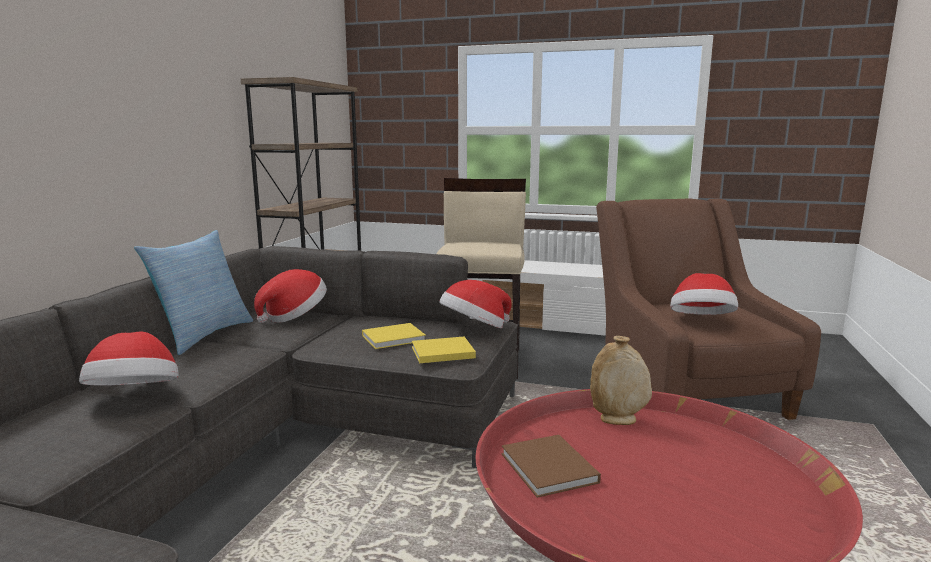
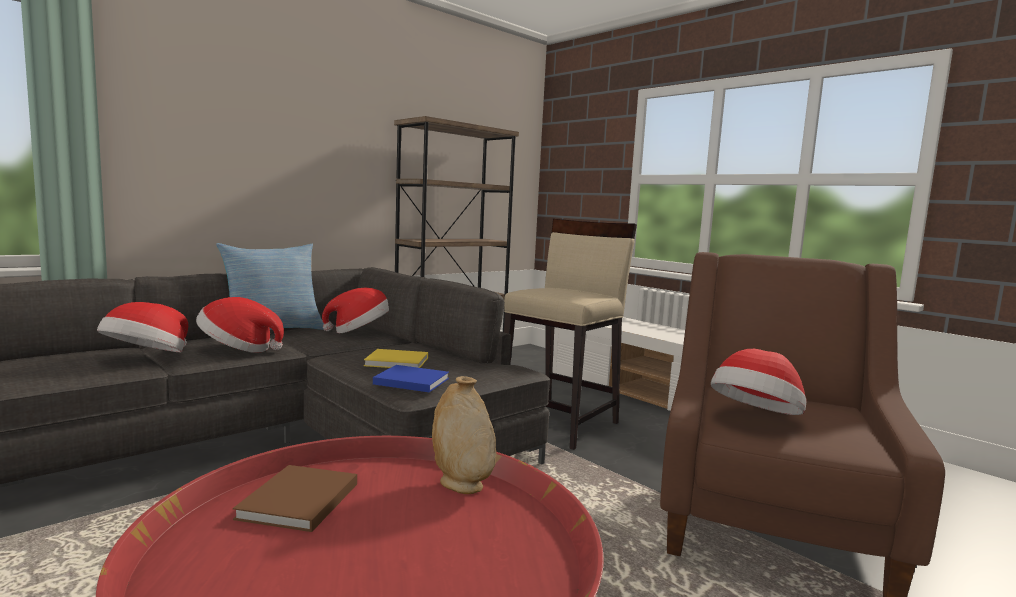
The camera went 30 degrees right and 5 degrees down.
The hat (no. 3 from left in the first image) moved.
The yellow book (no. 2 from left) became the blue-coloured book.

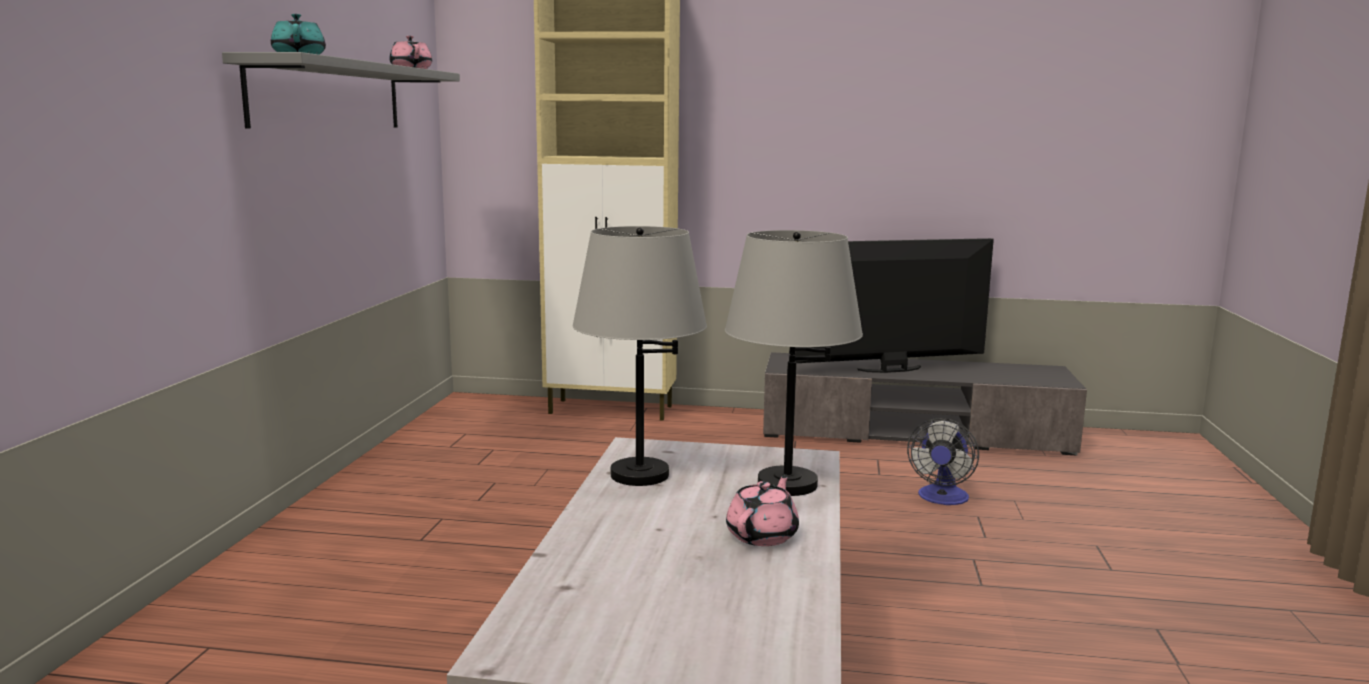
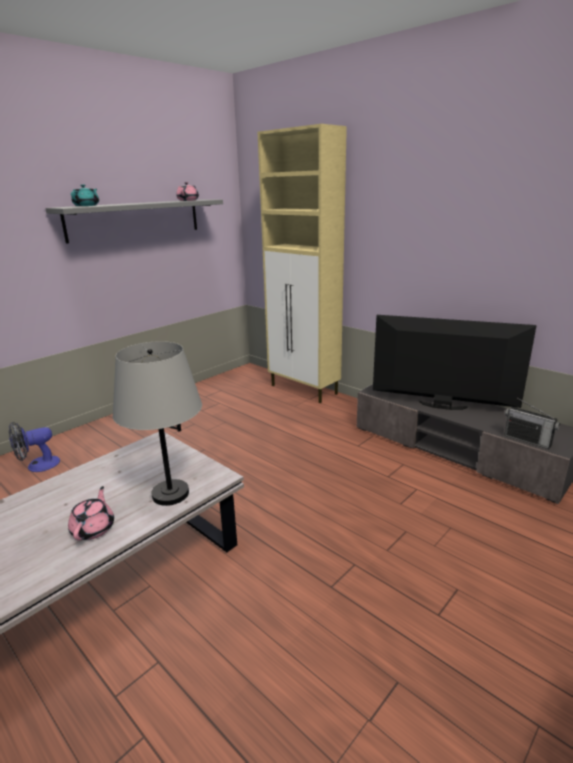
The camera went 35 degrees right and 10 degrees up.
The gray tabletop lamp (no. 1 from left) disappeared.
The electric fan moved.
The pinkish pot for tea (no. 2 from left in the first image) turned 60 degrees counterclockwise.
The radio appeared.

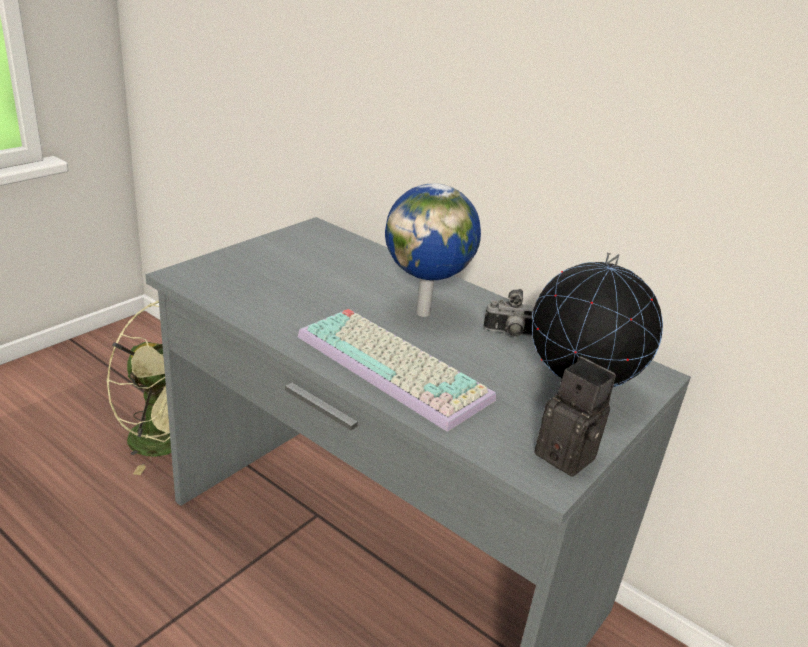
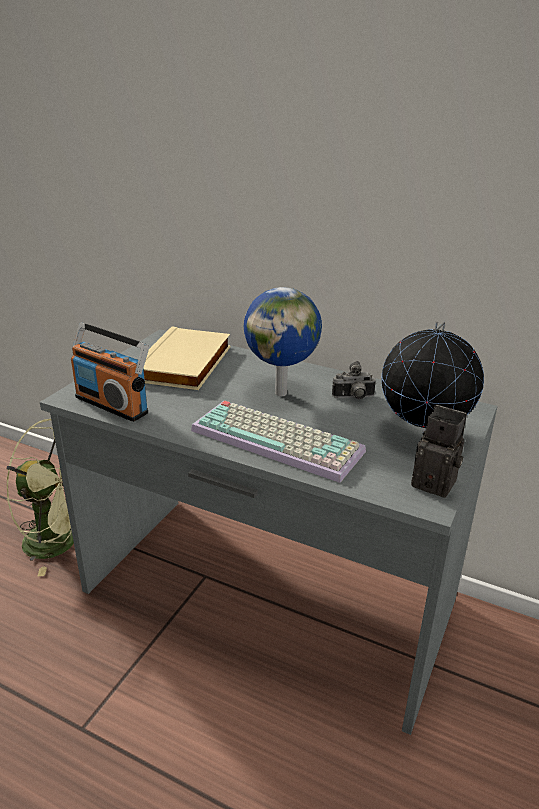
The camera went 10 degrees left and 0 degrees up.
The radio appeared.
The sand-coloured book appeared.

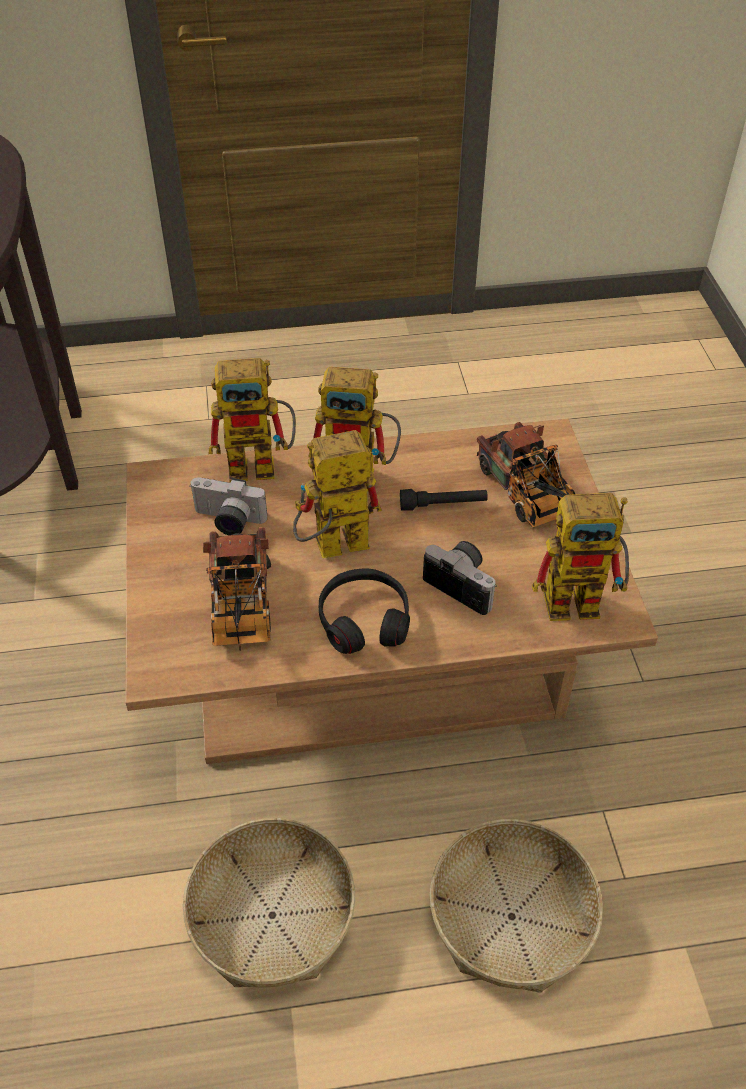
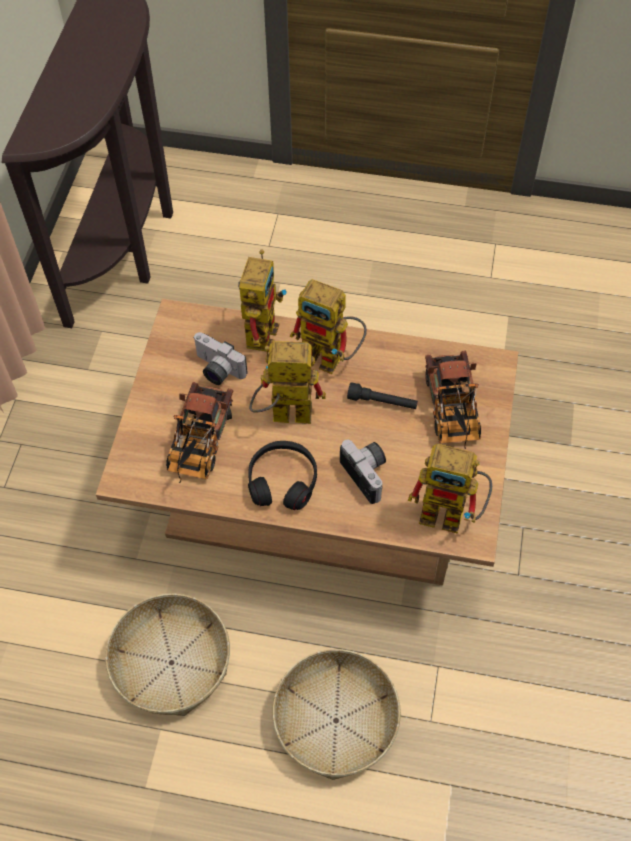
The camera went 20 degrees right and 10 degrees up.
The model robot (no. 1 from left) turned 90 degrees counterclockwise.

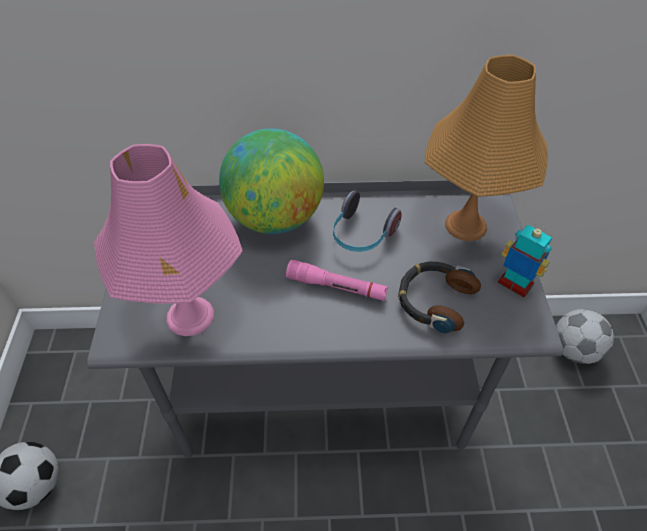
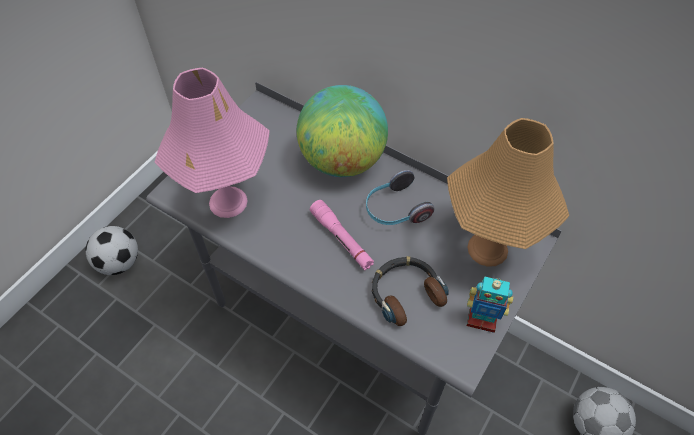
The camera went 35 degrees right and 5 degrees up.
The model robot turned 120 degrees clockwise.

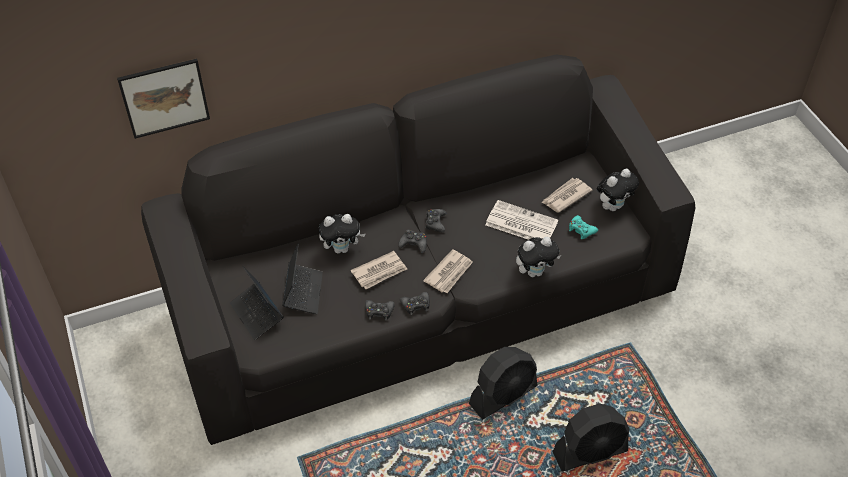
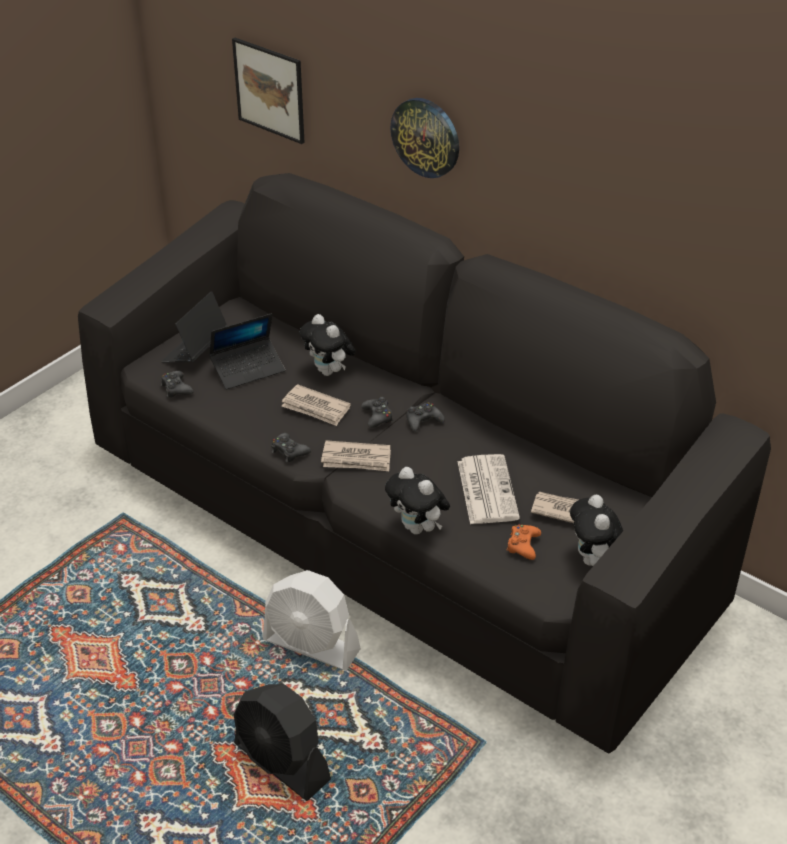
The camera went 60 degrees right and 10 degrees down.
The soft toy (no. 3 from left) turned 60 degrees clockwise.
The turquoise-coloured gamepad became the orange gamepad.
The blackish gamepad (no. 1 from left) moved.
The blackish electric fan (no. 1 from left) became the whitish electric fan.
The wall clock appeared.

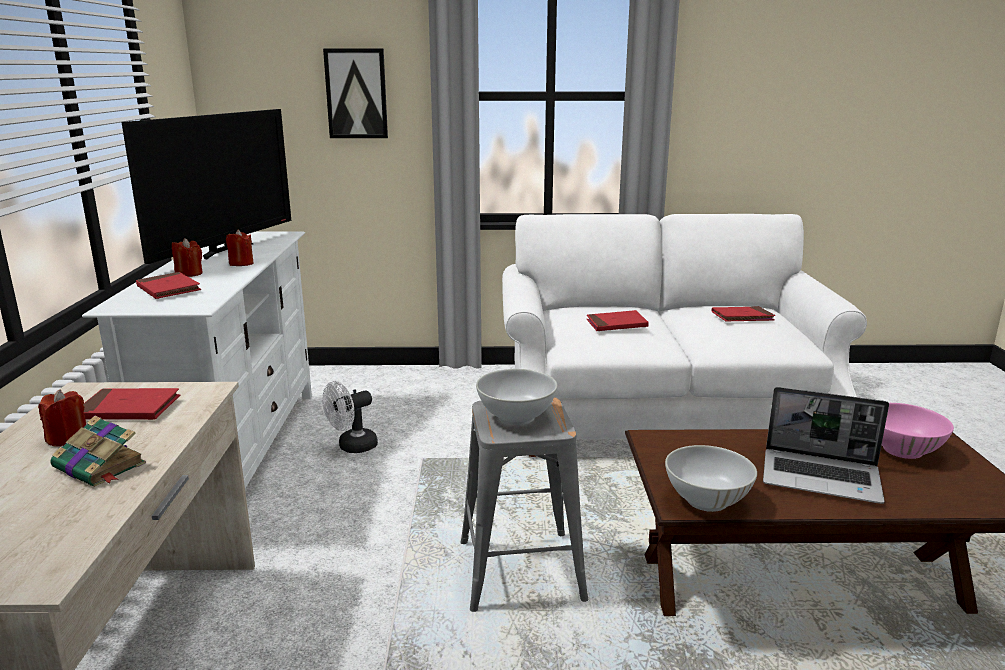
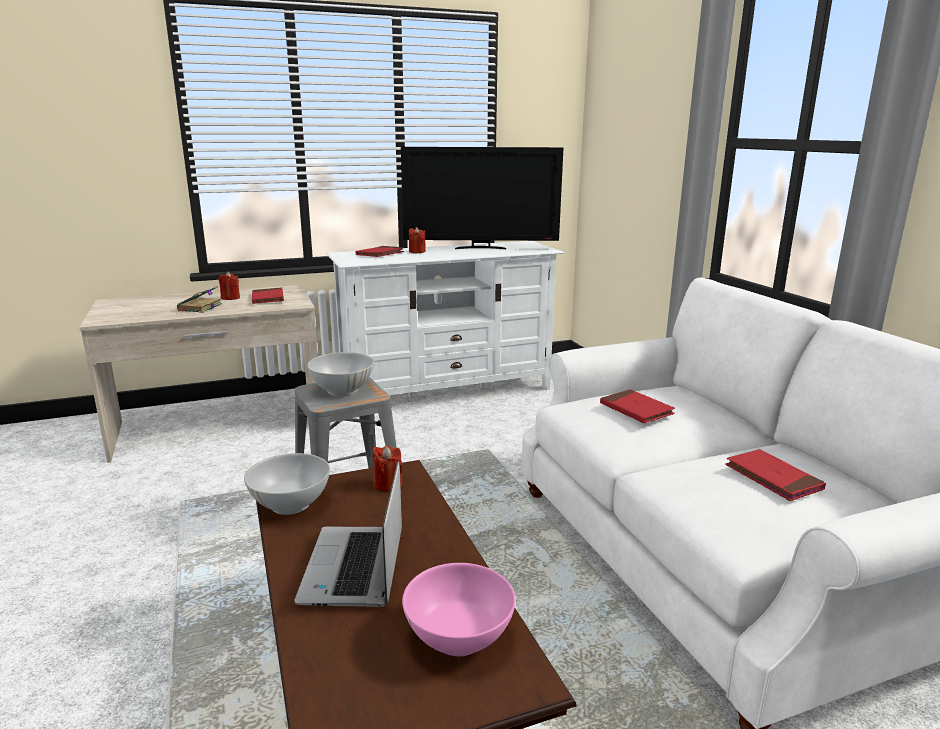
The camera went 70 degrees right and 0 degrees up.
The wall picture disappeared.
The red-coloured candle (no. 3 from left in the first image) moved.
The whitish electric fan disappeared.

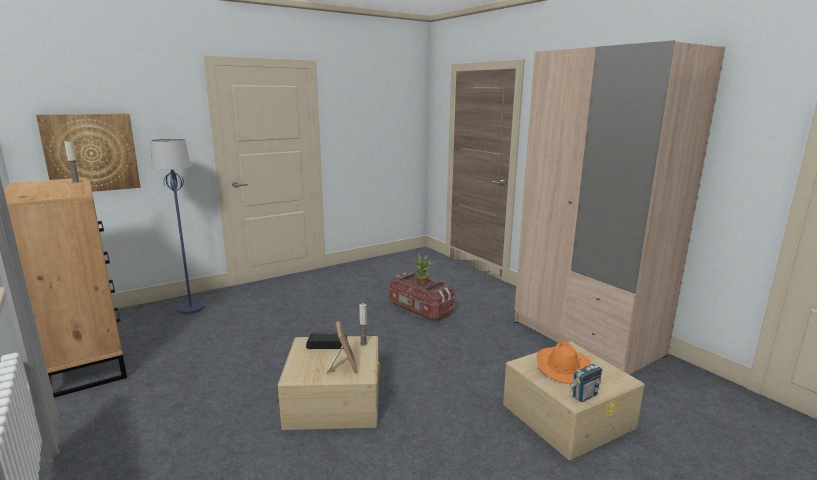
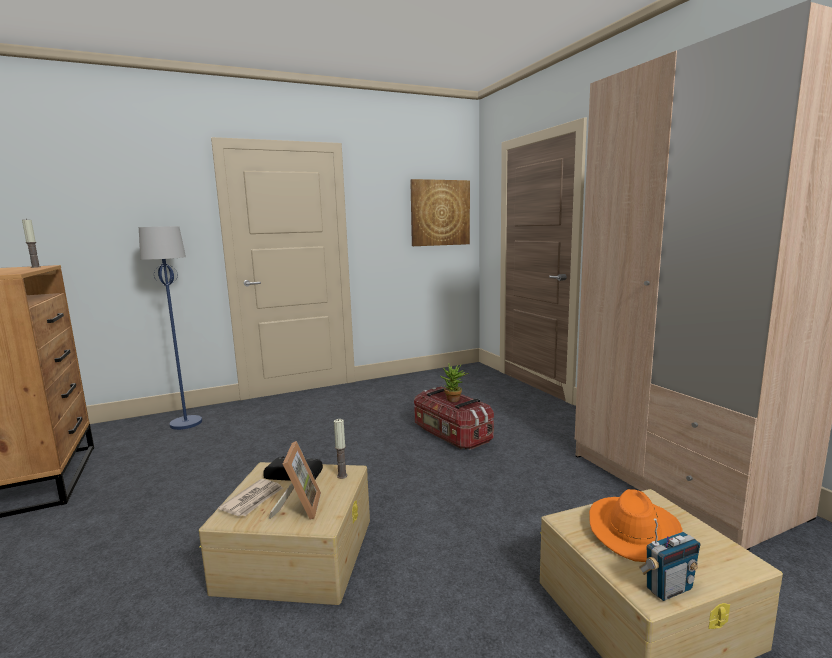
The camera went 10 degrees right and 5 degrees down.
The wall picture moved.
The daily paper appeared.

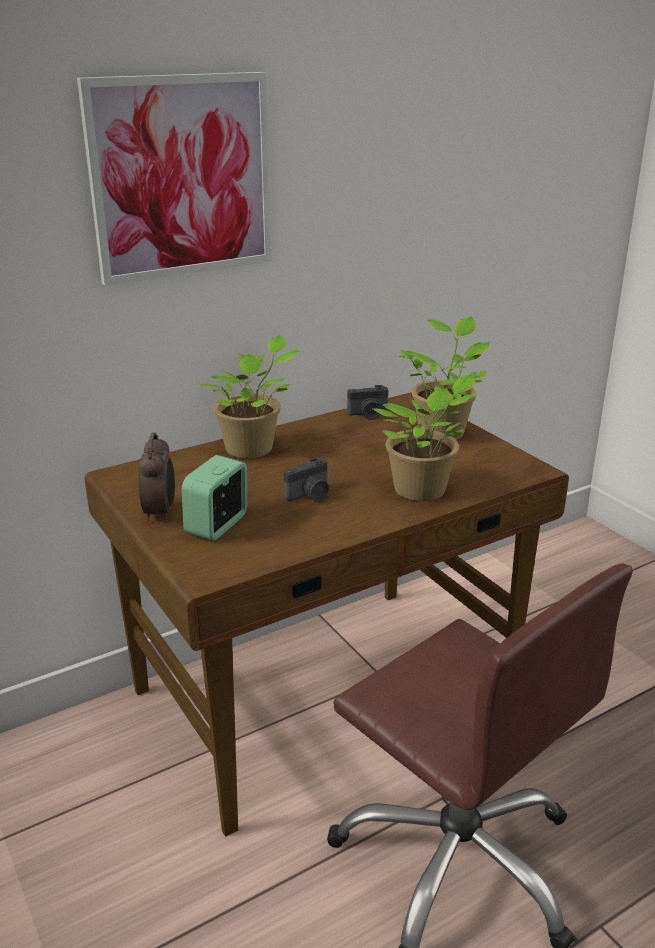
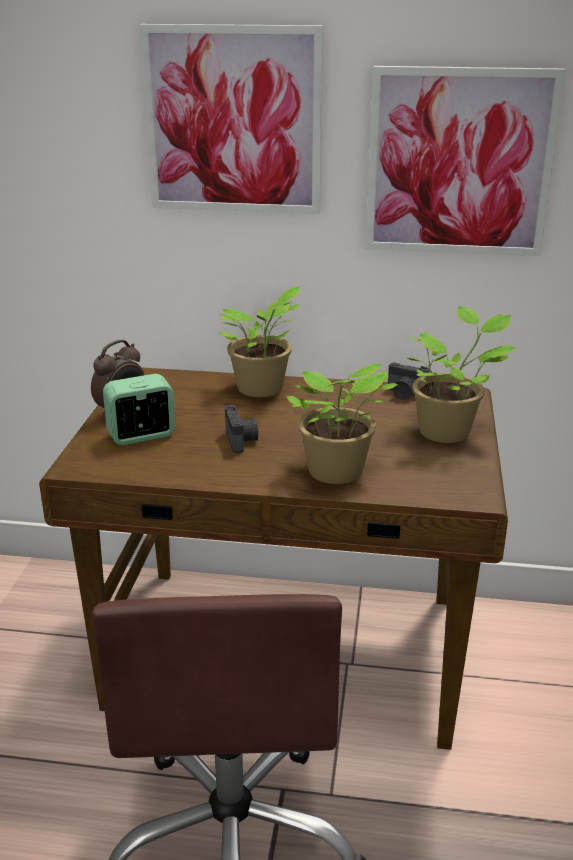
The camera went 40 degrees right and 0 degrees up.
The photo camera (no. 1 from left) turned 105 degrees counterclockwise.
The wall picture (no. 2 from left) appeared.

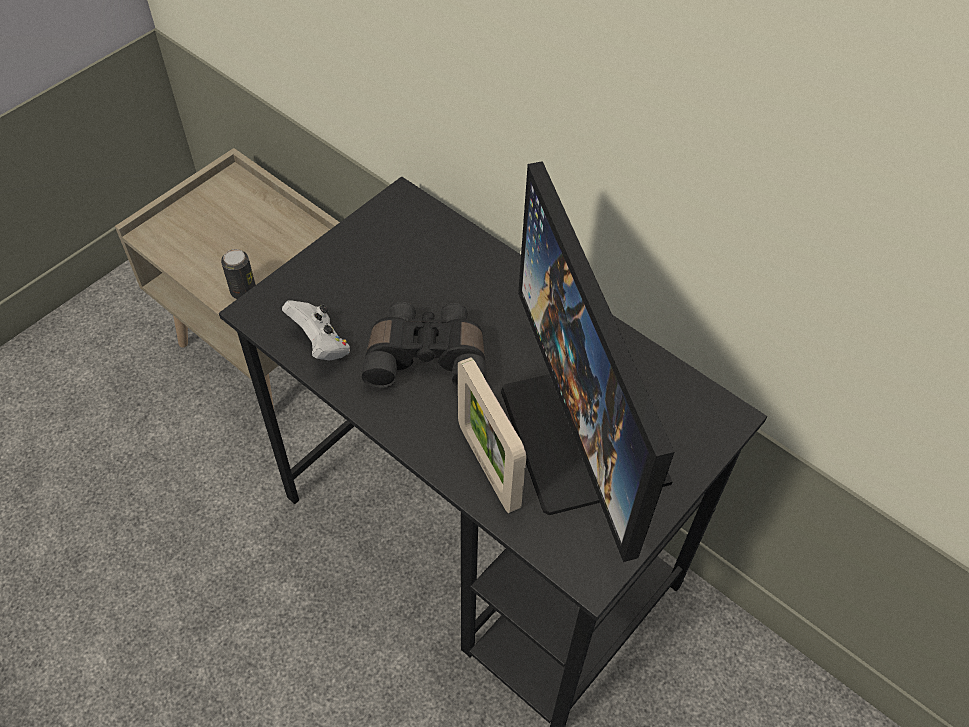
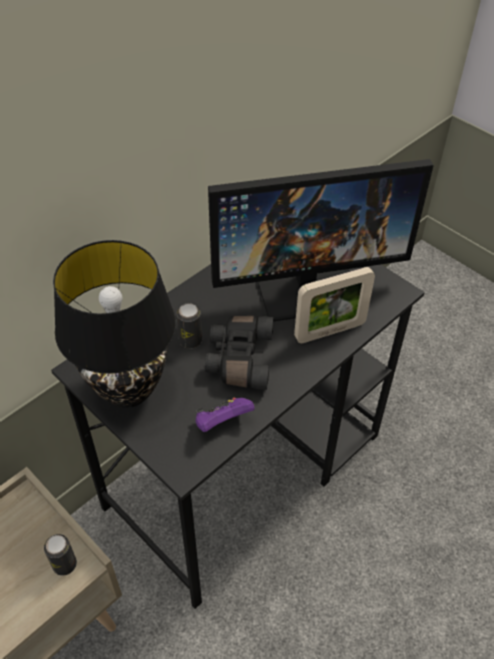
The camera went 85 degrees left and 5 degrees down.
The whitish gamepad became the purplish gamepad.
The blackish tabletop lamp appeared.
The can (no. 2 from left) appeared.

